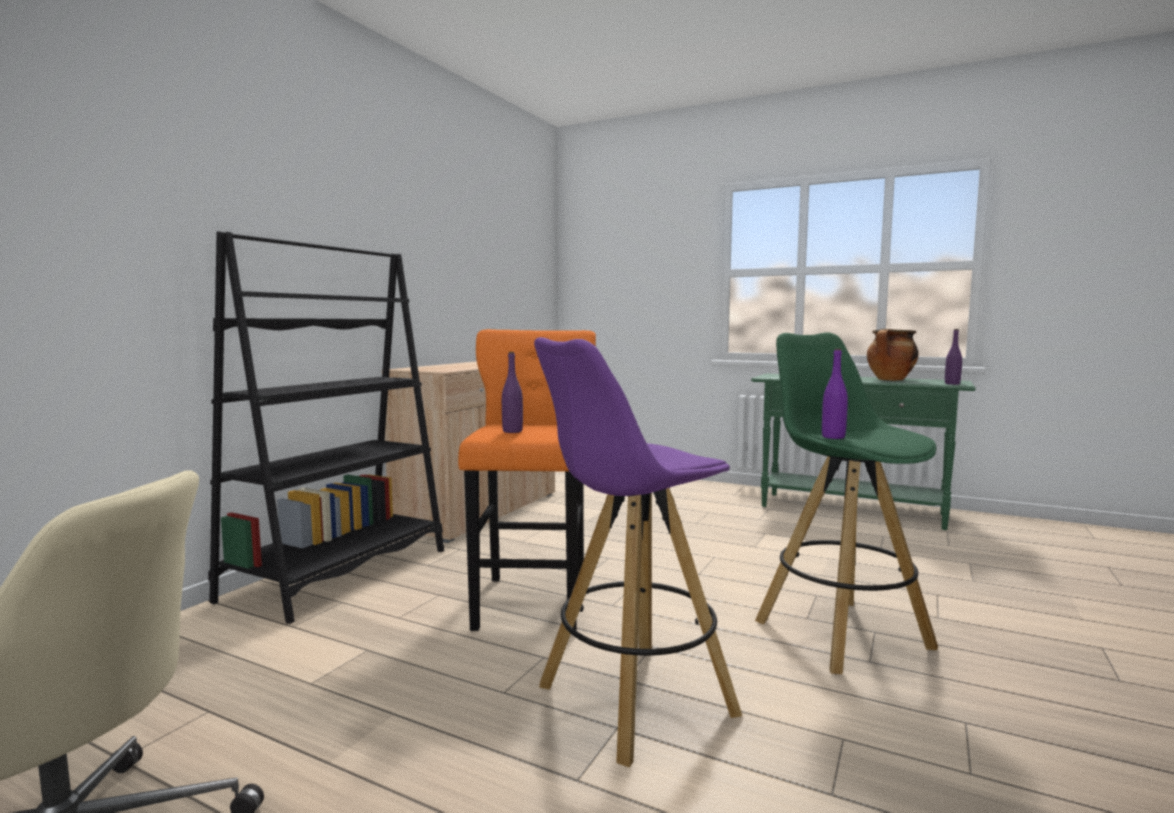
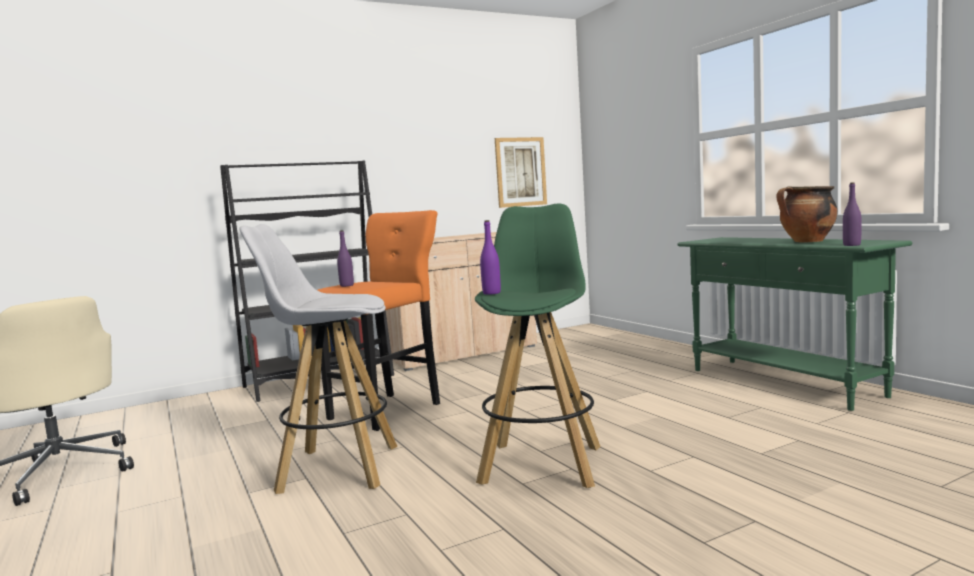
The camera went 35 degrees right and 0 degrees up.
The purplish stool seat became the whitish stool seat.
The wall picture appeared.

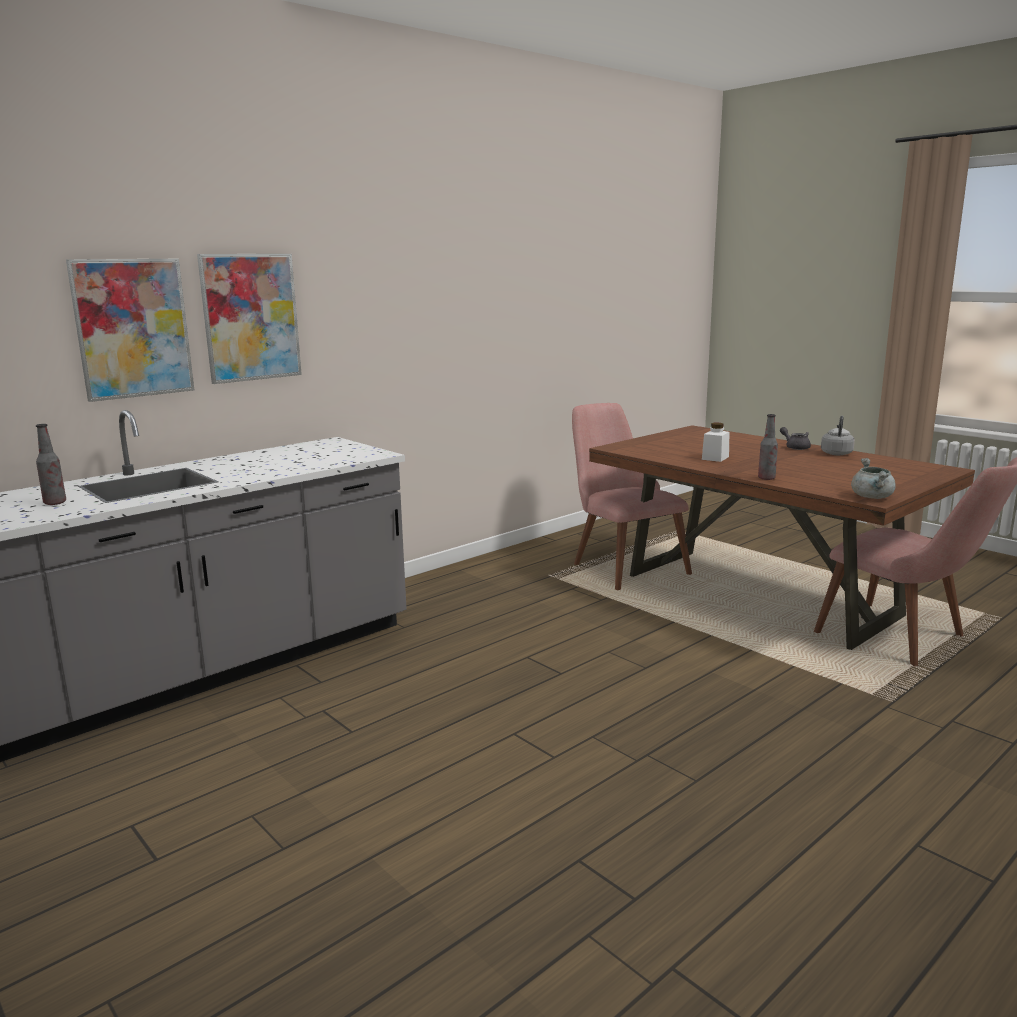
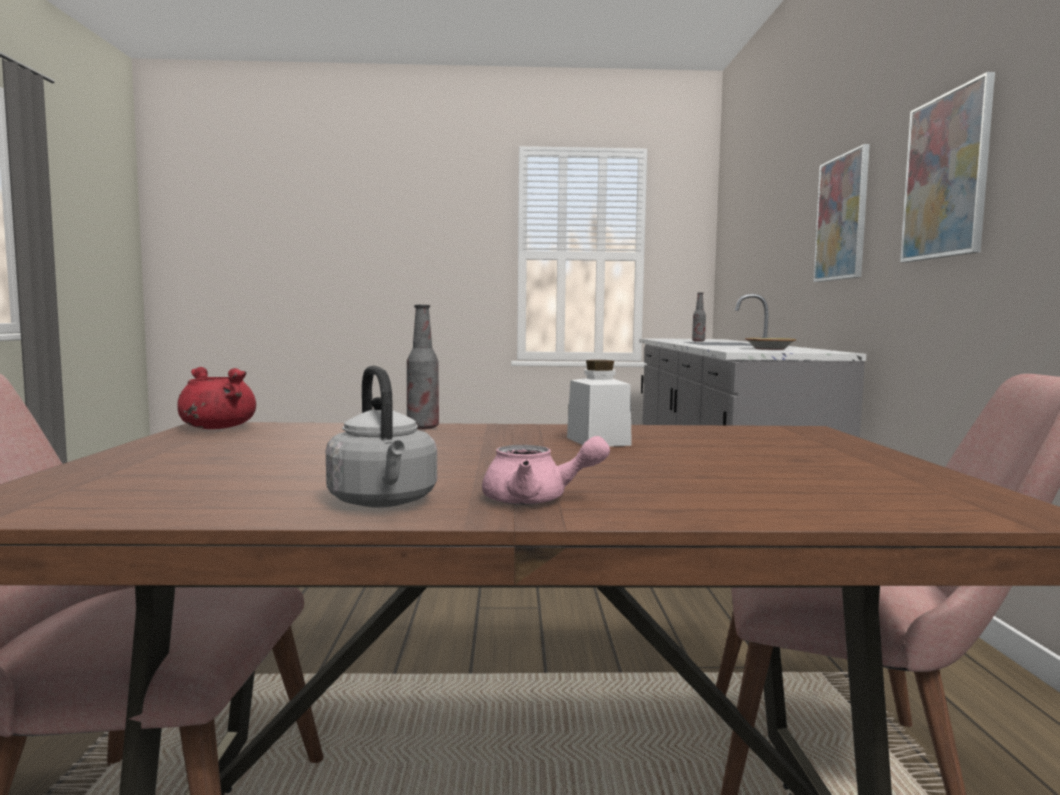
The camera went 130 degrees right and 10 degrees down.
The wall picture (no. 1 from left in the first image) moved.
The gray pot for tea became the pinkish pot for tea.
The gray cooking pot became the red-coloured cooking pot.
The deep dish appeared.

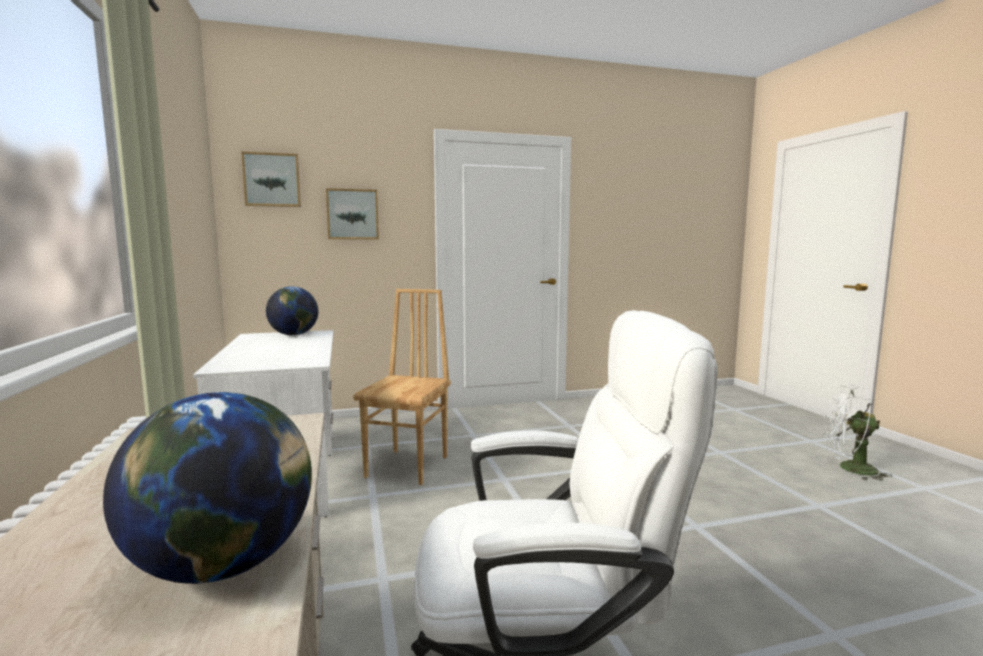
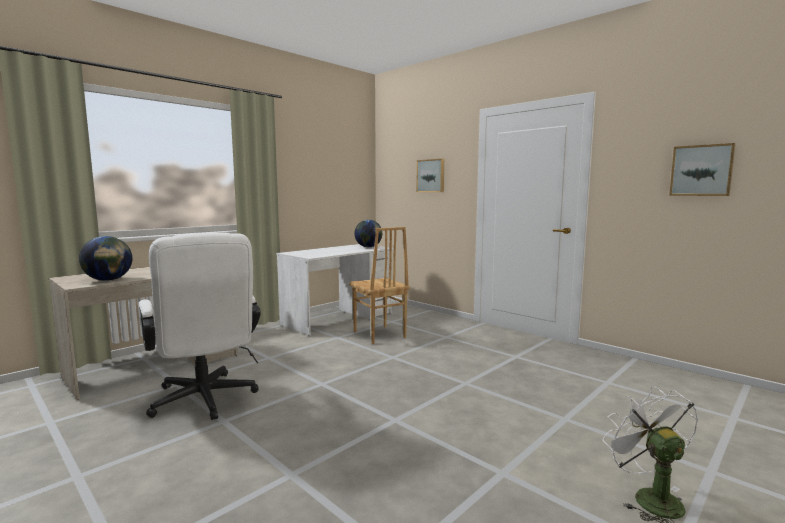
The camera went 60 degrees right and 0 degrees up.
The wall picture (no. 1 from left in the first image) moved.
The brownish upright chair turned 75 degrees clockwise.

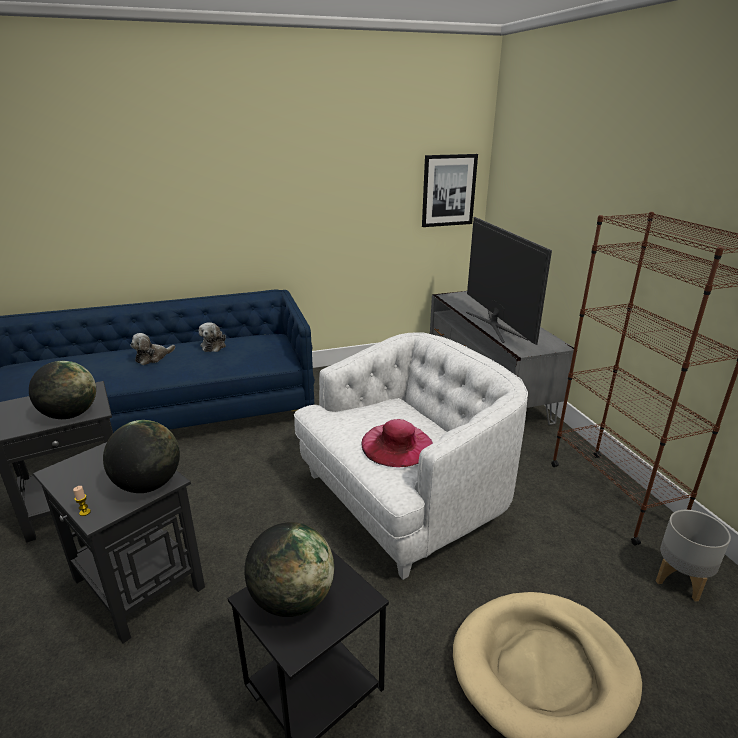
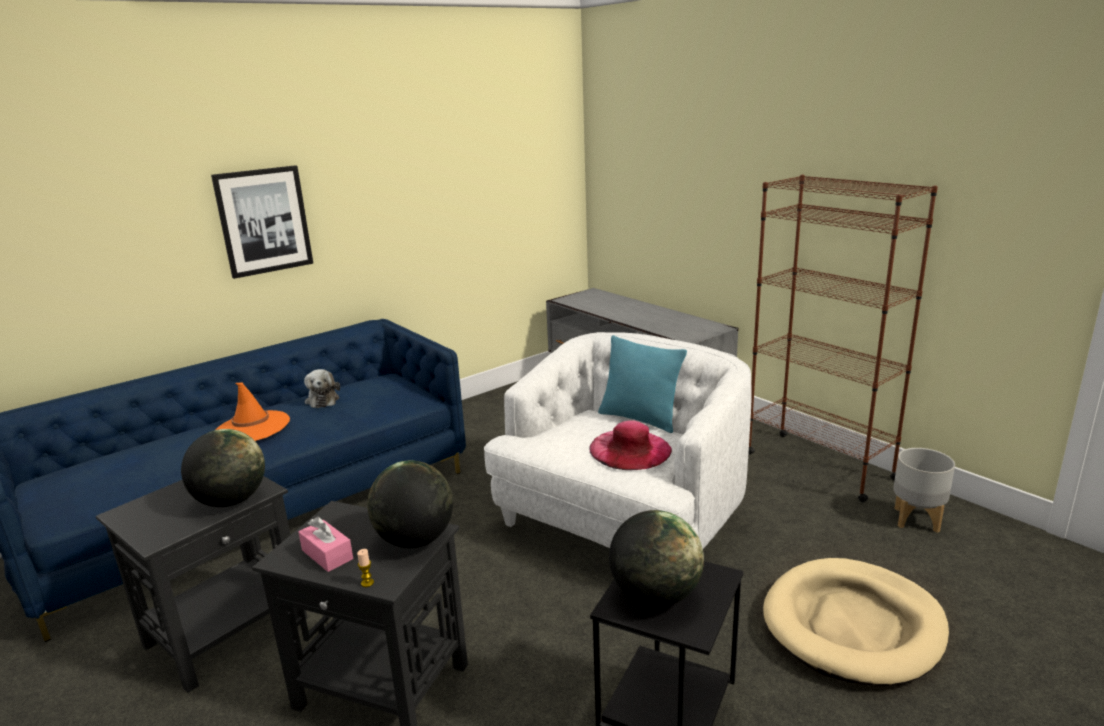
The camera went 20 degrees left and 5 degrees down.
The wall picture moved.
The television disappeared.
The soft toy (no. 1 from left) was replaced by the orange hat.
The turquoise-coloured cushion appeared.
The pinkish tissue box appeared.

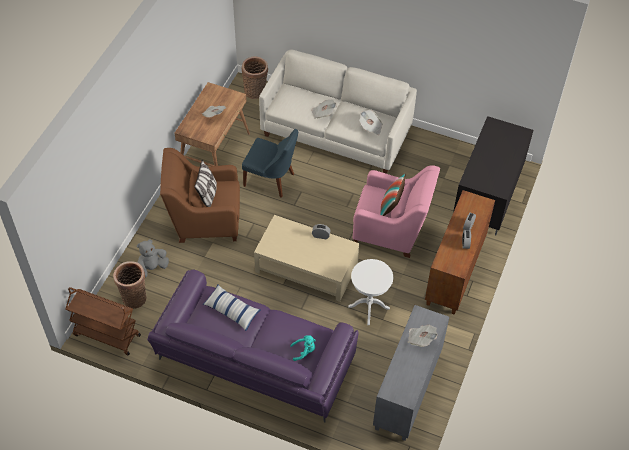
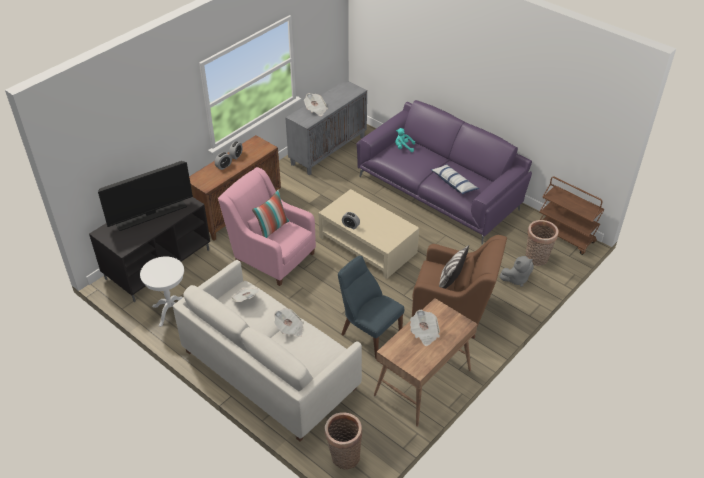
The camera went 160 degrees left and 10 degrees down.
The whitish accent table moved.
The television appeared.

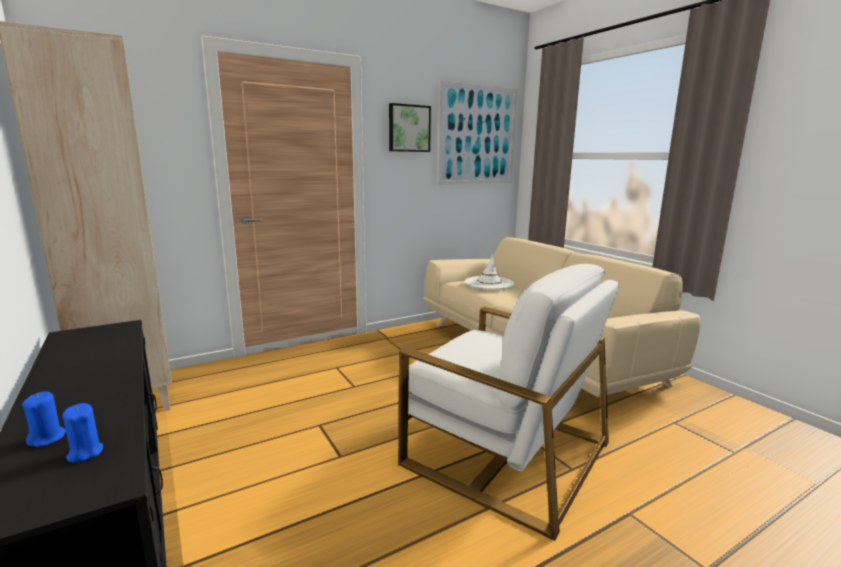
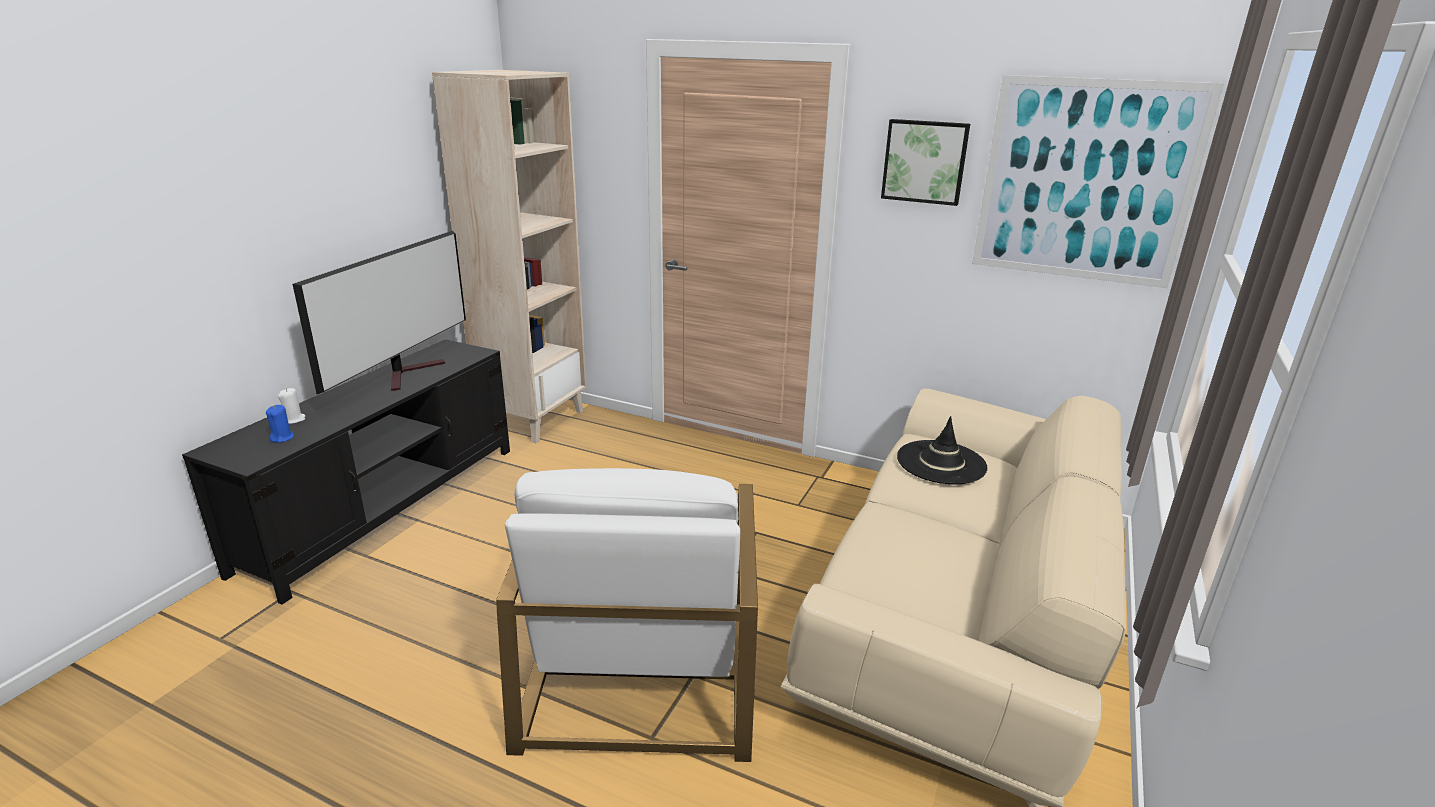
The camera went 55 degrees right and 10 degrees up.
The whitish hat became the blackish hat.
The blue-coloured candle (no. 1 from left) became the whitish candle.
The television appeared.

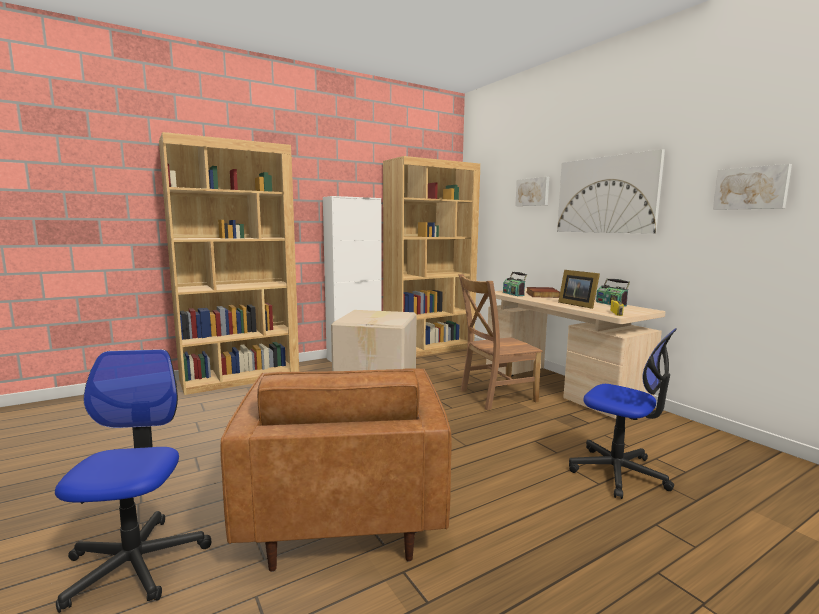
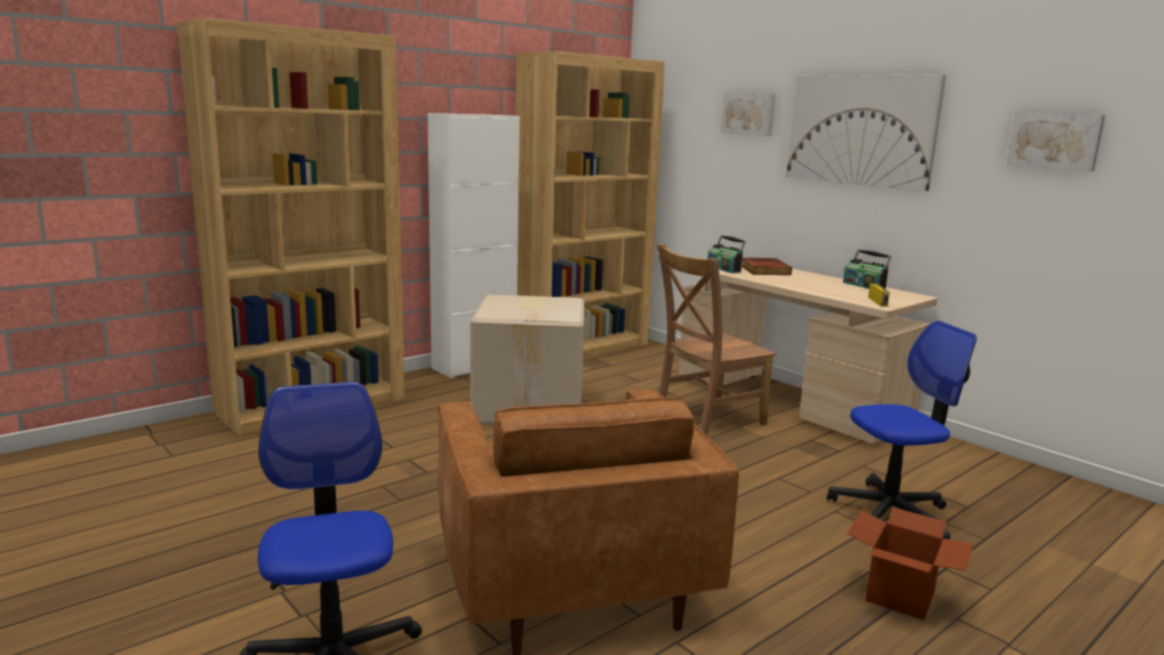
The camera went 10 degrees left and 5 degrees up.
The photo frame disappeared.
The desk chair (no. 2 from left) turned 45 degrees counterclockwise.
The carton (no. 2 from left) appeared.

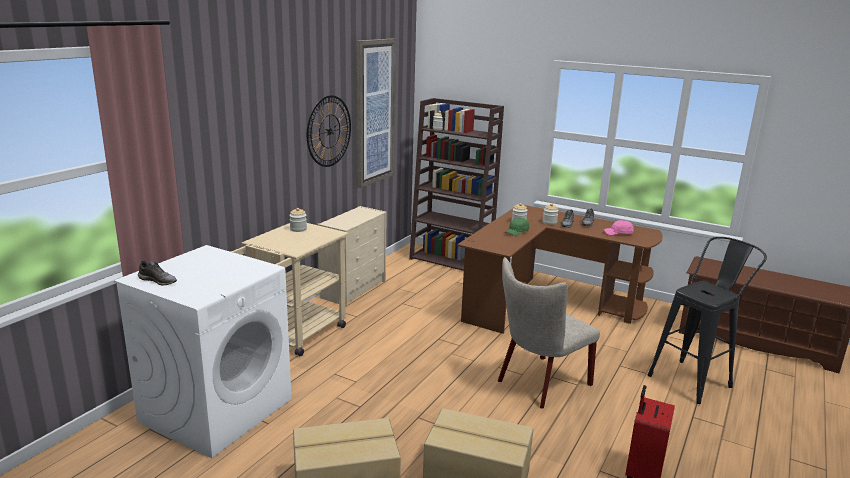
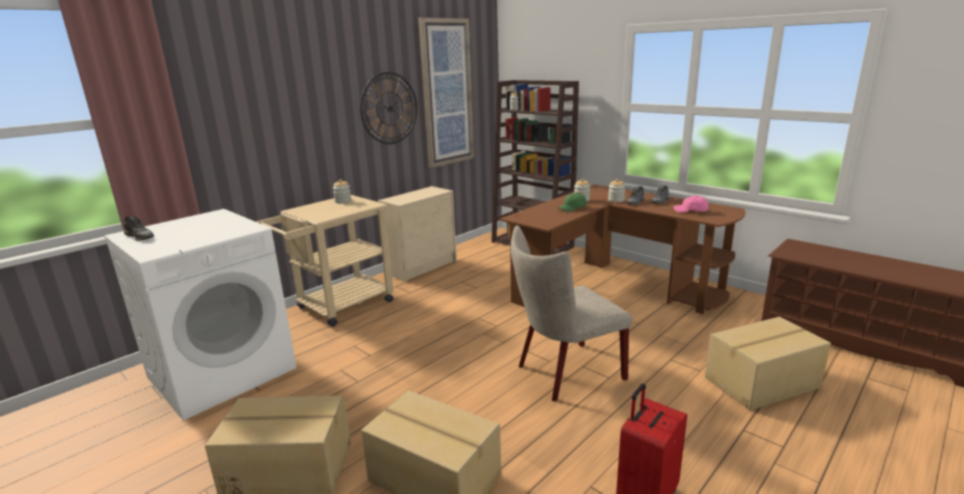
The camera went 15 degrees right and 0 degrees up.
The blackish stool seat was replaced by the carton (no. 3 from left).

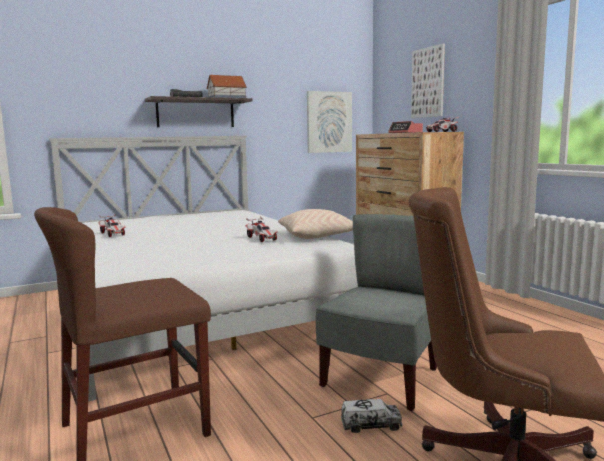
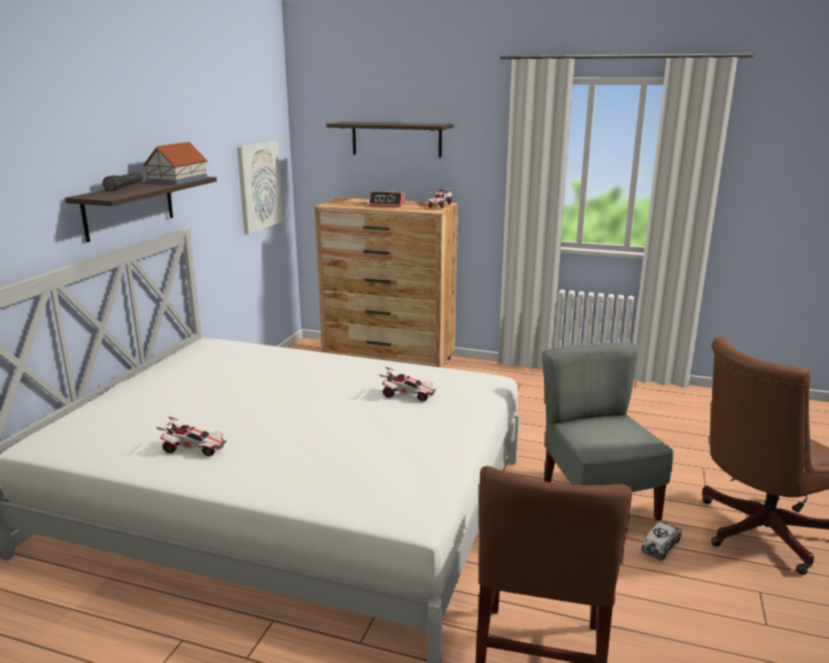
The camera went 45 degrees left and 10 degrees up.
The wall picture (no. 2 from left) was replaced by the bracket shelf (no. 2 from left).
The sand-coloured cushion disappeared.

